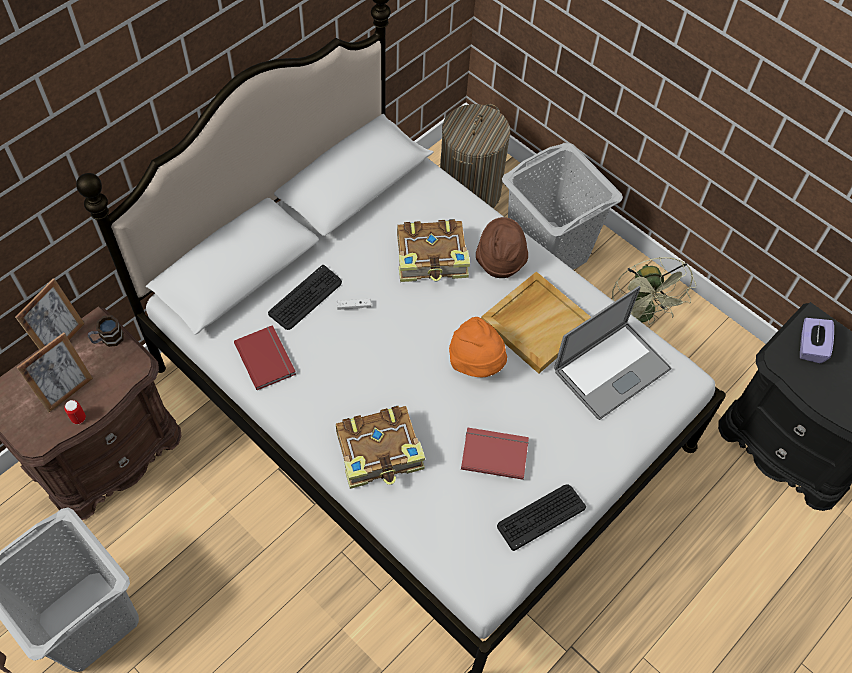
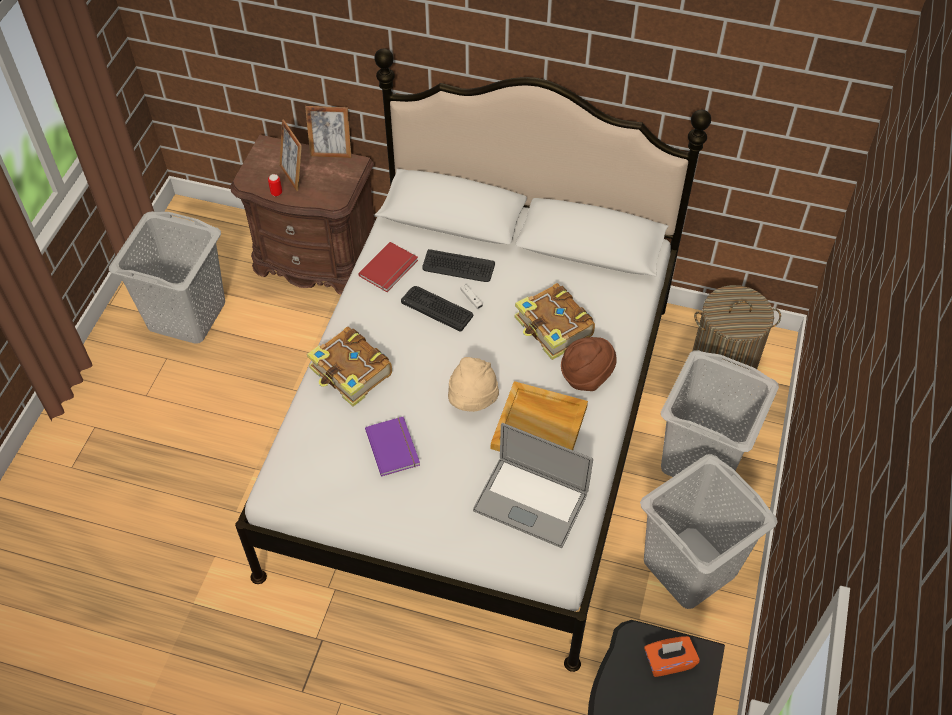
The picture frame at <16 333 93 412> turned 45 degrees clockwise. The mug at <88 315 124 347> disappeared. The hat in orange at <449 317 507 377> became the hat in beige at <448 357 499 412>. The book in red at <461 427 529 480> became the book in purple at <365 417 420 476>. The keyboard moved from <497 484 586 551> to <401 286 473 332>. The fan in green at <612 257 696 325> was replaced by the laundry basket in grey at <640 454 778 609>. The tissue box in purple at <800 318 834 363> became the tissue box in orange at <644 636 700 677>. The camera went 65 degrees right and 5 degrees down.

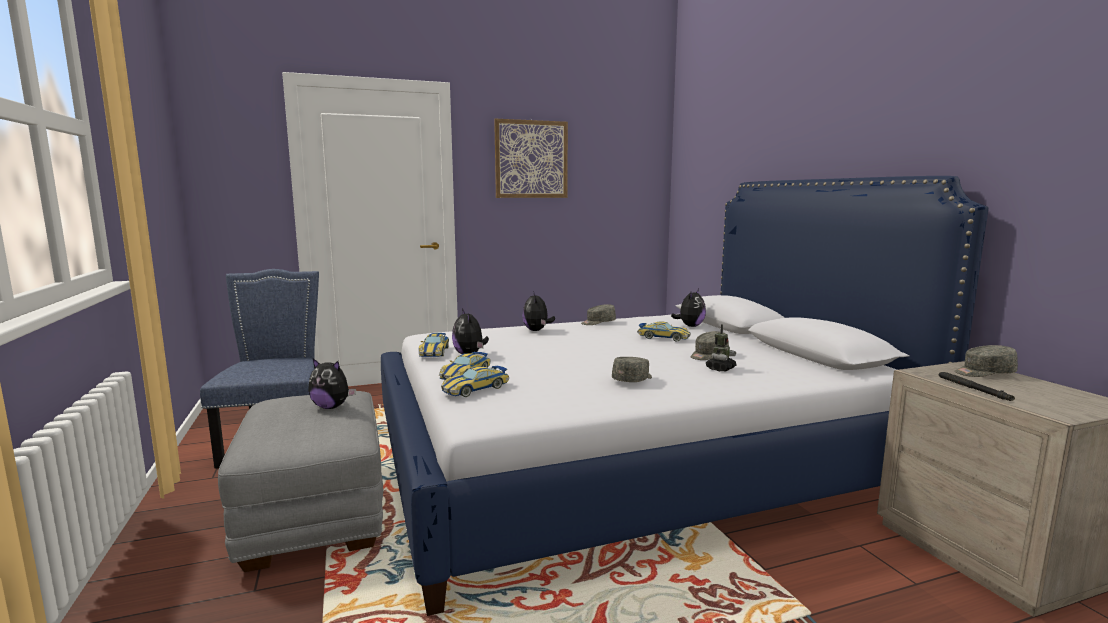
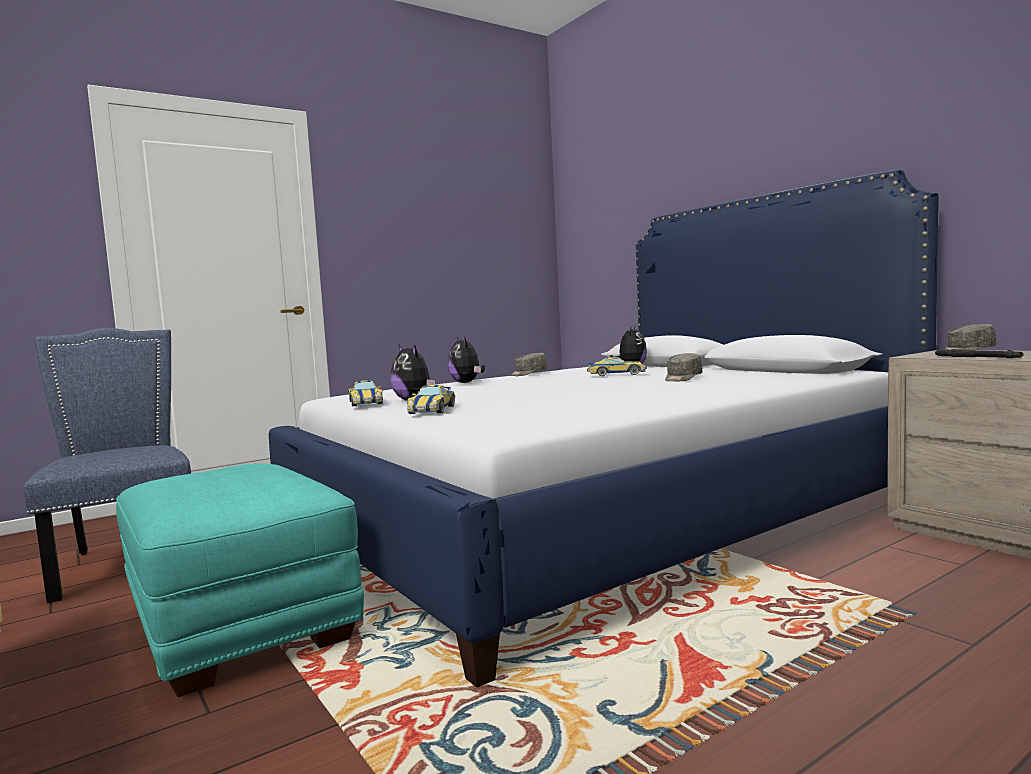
The ottoman in grey at <218 391 384 572> became the ottoman in turquoise at <116 464 364 697>. The plush toy at <308 359 356 409> disappeared. The toy car at <441 366 509 397> disappeared. The picture at <494 118 568 198> disappeared. The cap in grey at <612 357 652 382> disappeared. The toy robot at <706 324 737 372> disappeared. The camera went 15 degrees left and 5 degrees down.

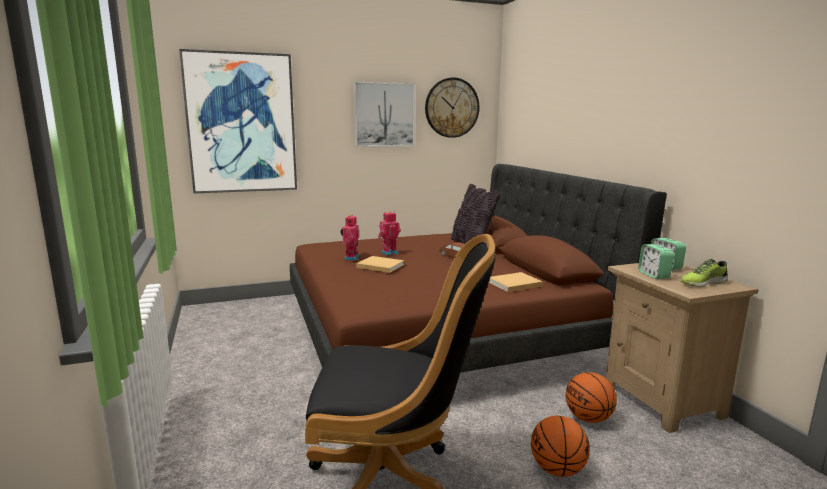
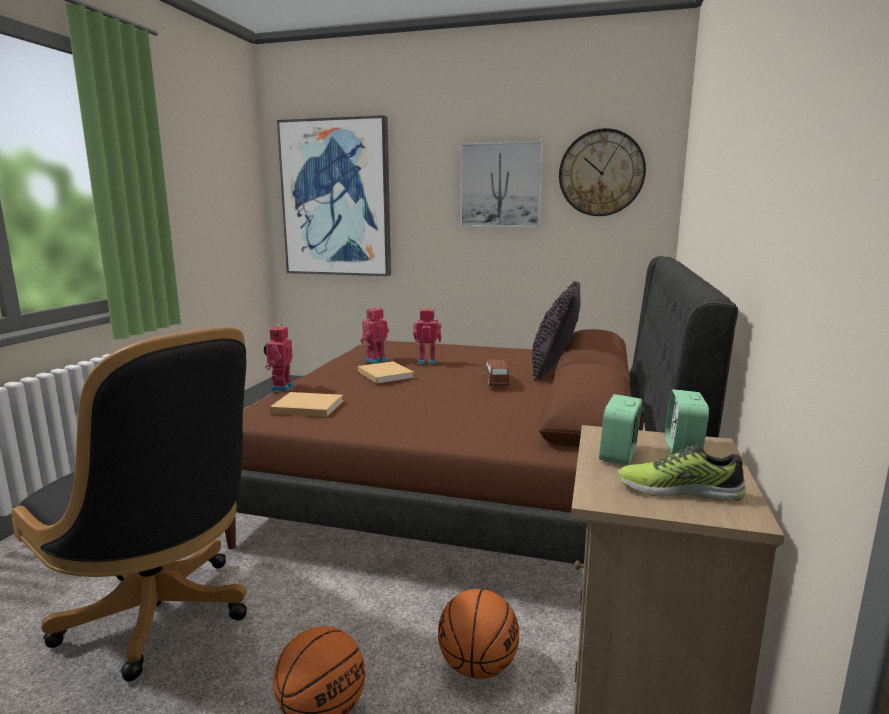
The book in beige moved from <489 272 543 292> to <270 392 343 417>. The toy robot at <264 324 295 391> appeared. The camera went 35 degrees right and 0 degrees up.

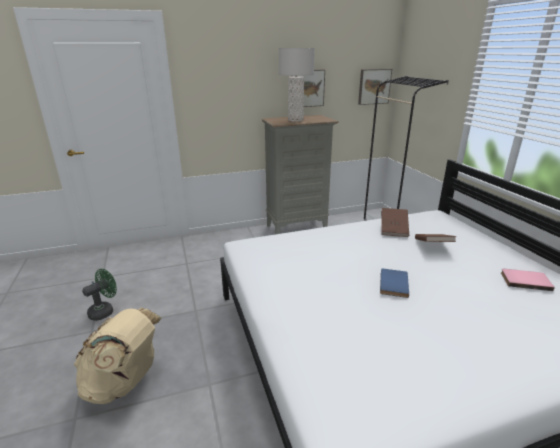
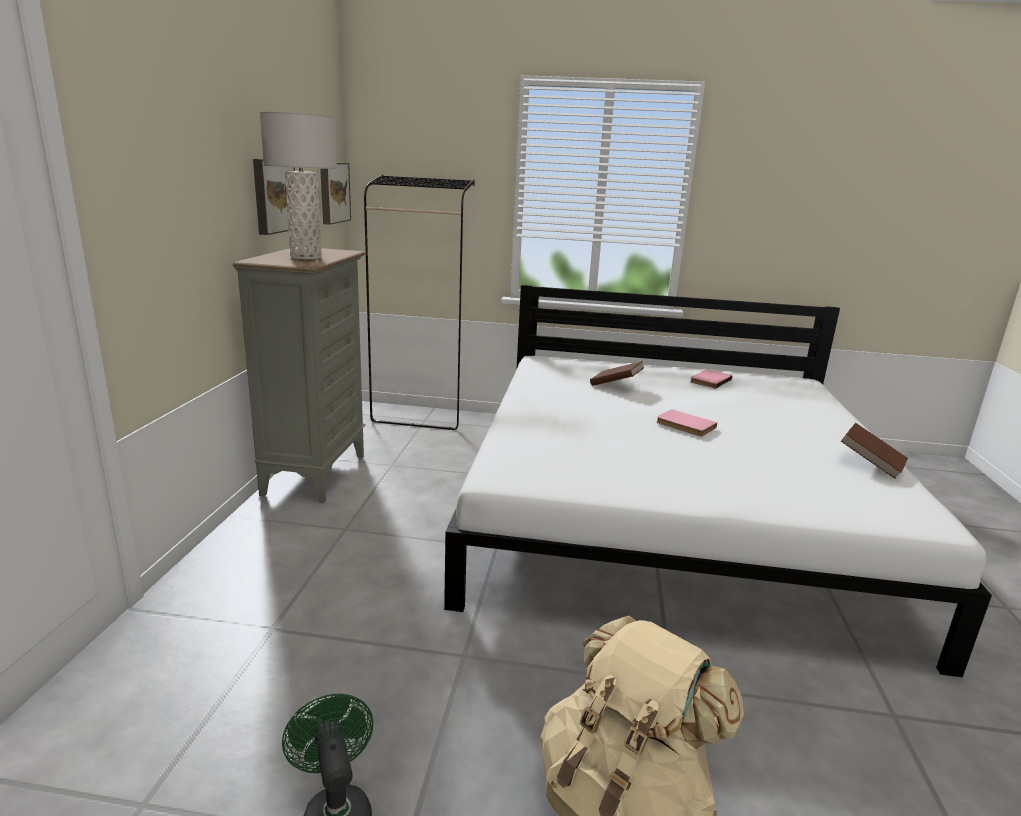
The book in blue at <380 269 409 298> became the book in pink at <656 409 717 437>. The book in brown moved from <381 208 409 237> to <841 423 908 479>. The camera went 65 degrees left and 5 degrees down.

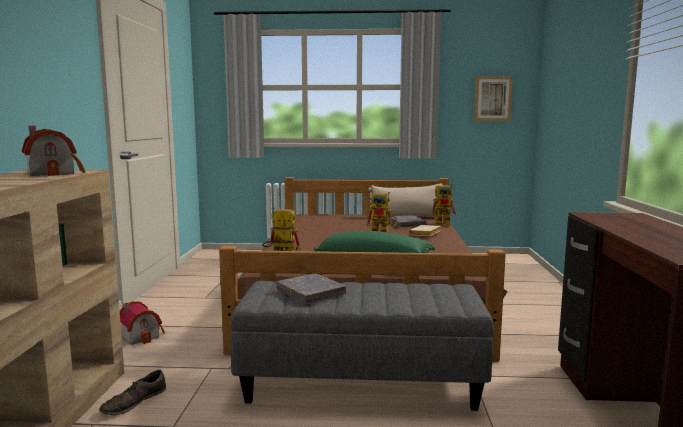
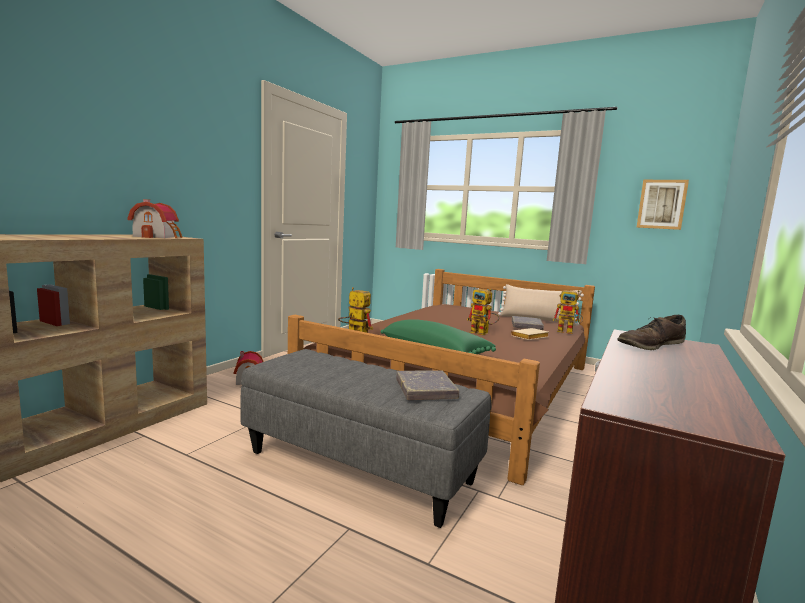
The shoe in brown moved from <99 370 166 415> to <617 315 686 350>. The book in grey moved from <276 273 346 304> to <396 370 460 400>. The camera went 25 degrees right and 0 degrees up.

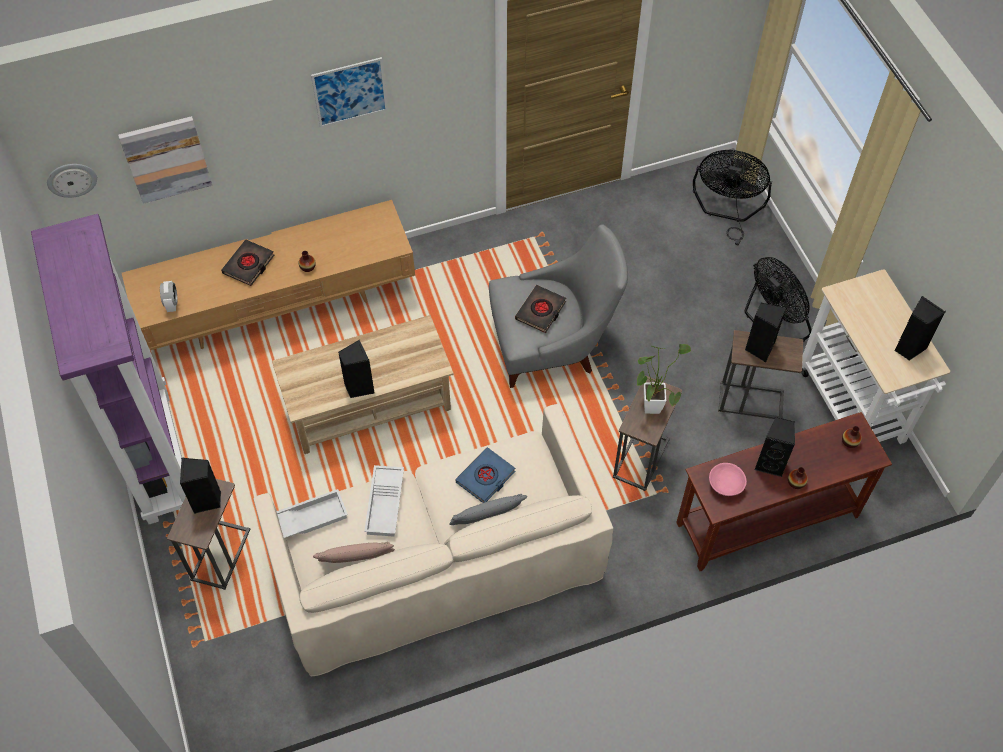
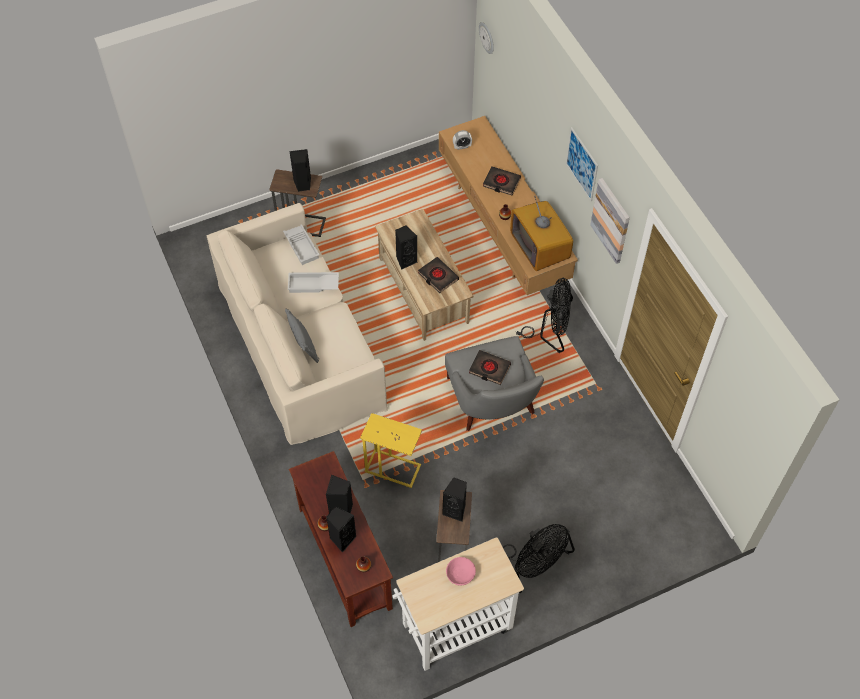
The bookcase in purple at <31 214 186 524> disappeared. The picture moved from <118 116 212 204> to <590 178 630 264>. The pillow in beige at <313 542 395 563> disappeared. The book in blue at <456 447 515 503> disappeared. The side table in brown at <613 376 682 491> became the side table in yellow at <360 413 422 488>. The potted plant at <636 344 691 414> disappeared. The fan in black moved from <693 150 772 245> to <515 278 573 353>. The bowl in pink moved from <709 463 747 496> to <446 557 476 585>. The speaker in black moved from <894 296 945 361> to <326 507 357 553>. The book in black at <418 257 459 293> appeared. The television at <510 196 573 271> appeared. The camera went 85 degrees right and 0 degrees up.

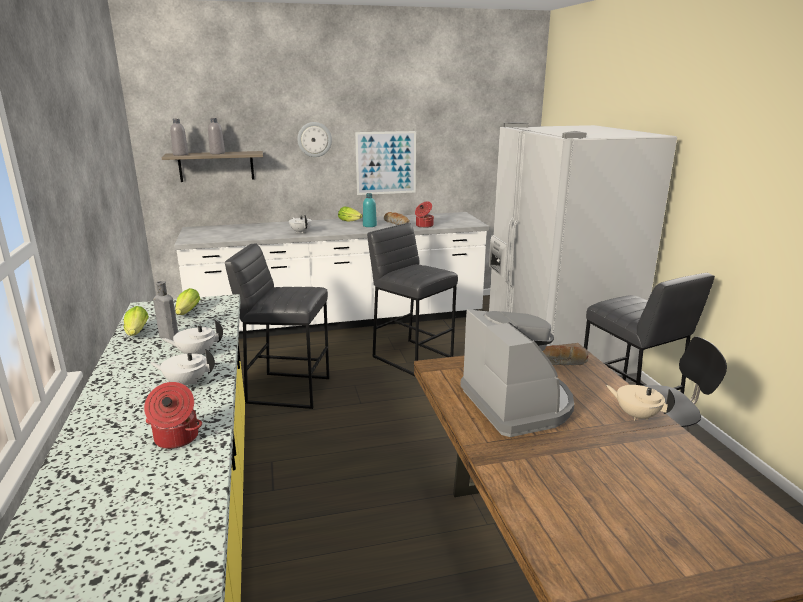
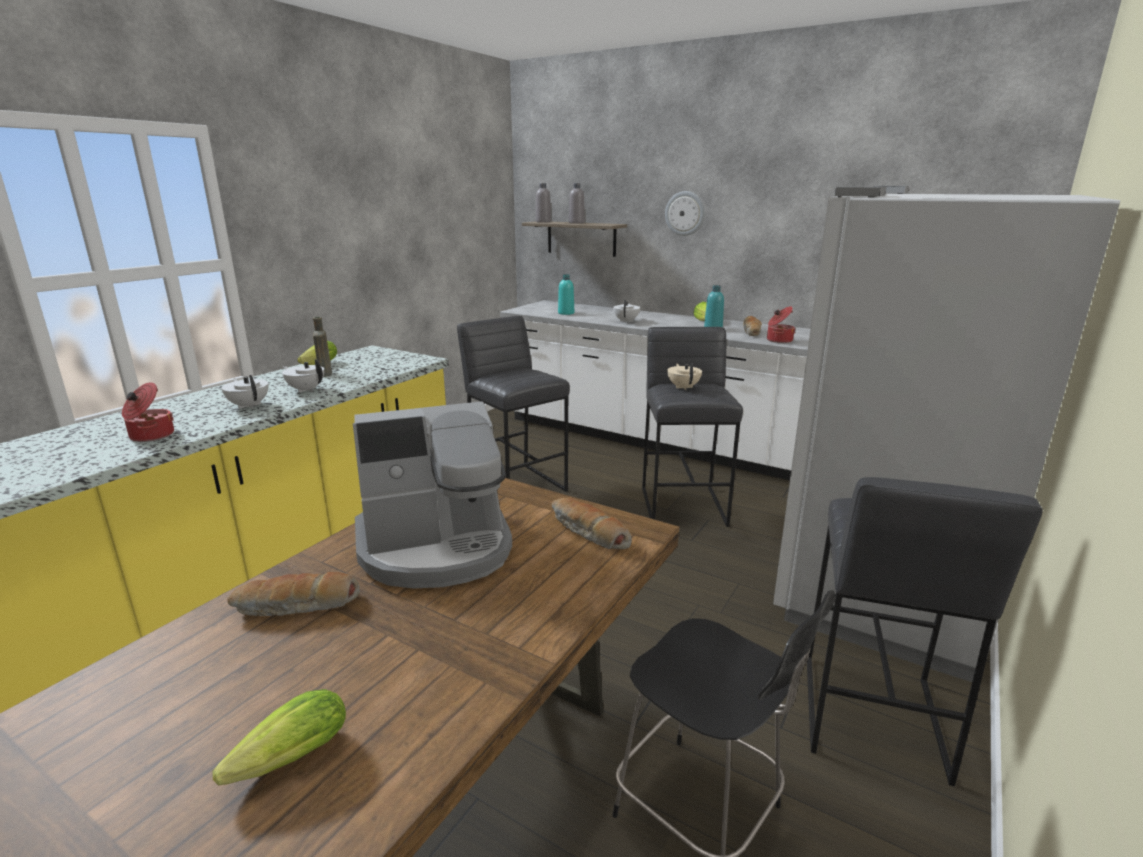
The bottle in grey at <153 281 178 340> became the bottle in brown at <312 317 332 377>. The lettuce moved from <175 288 200 315> to <213 689 346 786>. The picture at <355 131 416 195> disappeared. The coffee machine at <460 309 574 437> turned 45 degrees clockwise. The teapot in beige moved from <606 385 675 421> to <667 363 702 390>. The bread at <227 572 360 616> appeared. The bottle in turquoise at <558 274 574 315> appeared. The camera went 45 degrees right and 0 degrees up.

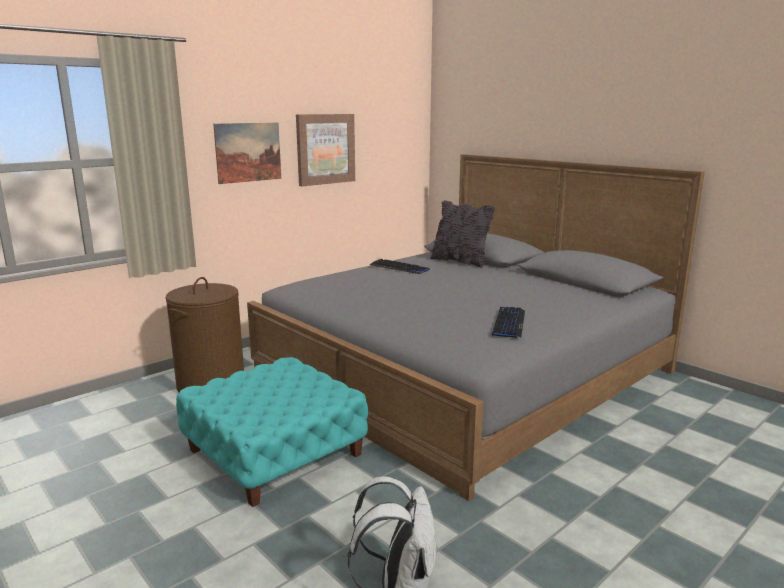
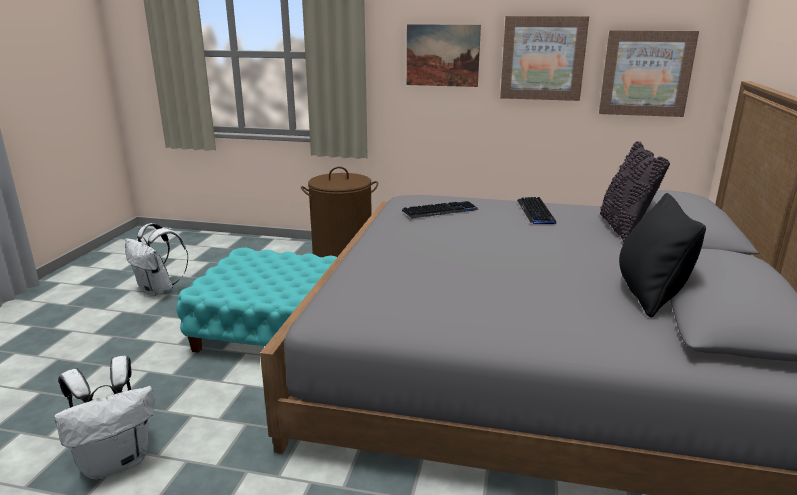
The keyboard moved from <492 307 525 338> to <402 201 479 218>. The backpack in white at <125 223 189 296> appeared. The picture at <599 30 699 117> appeared. The pillow in black at <619 193 706 317> appeared. The camera went 55 degrees right and 5 degrees up.

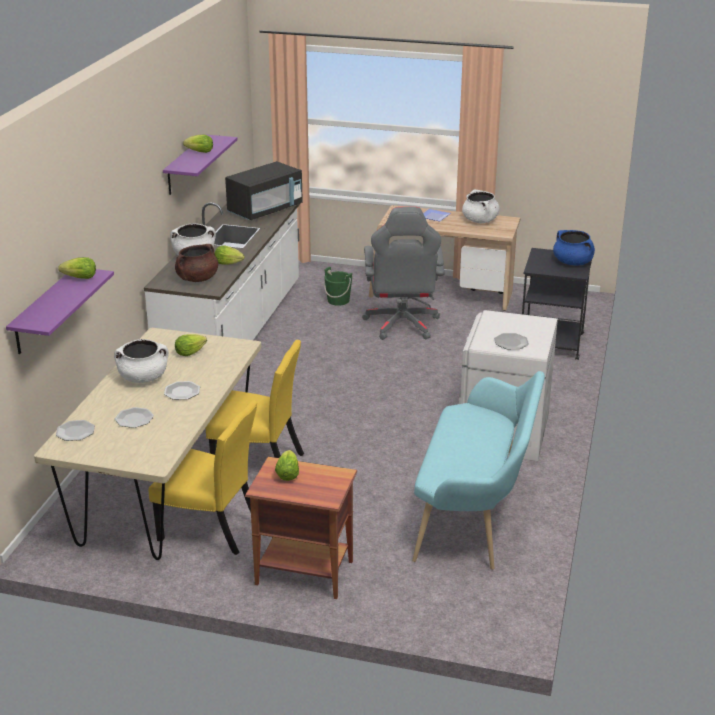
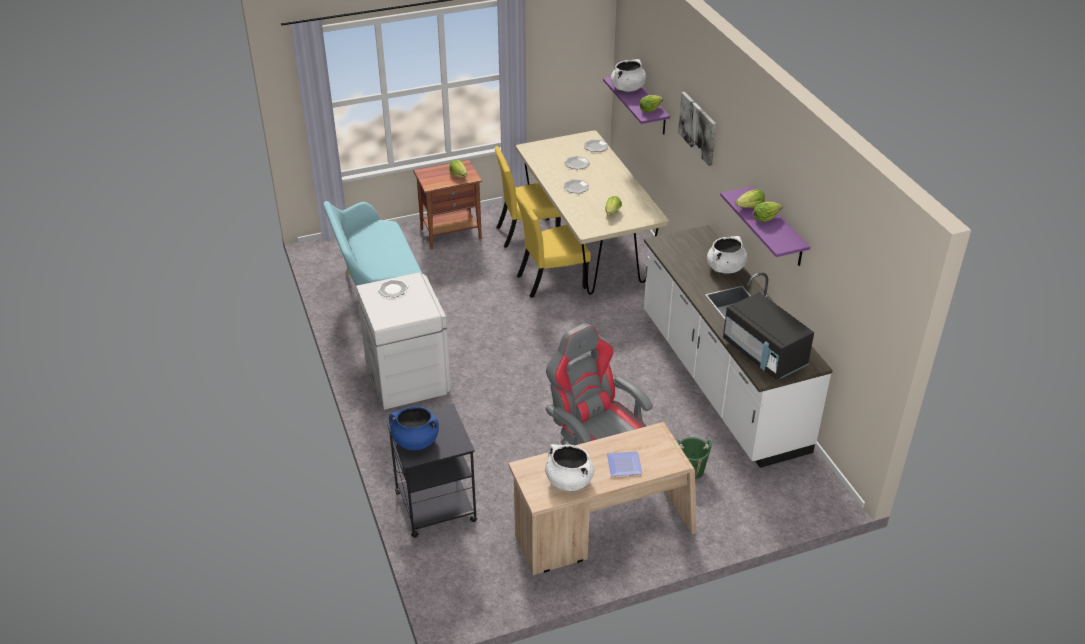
The cooking pot in white moved from <114 339 169 383> to <611 59 646 92>. The cooking pot in brown at <175 244 218 282> disappeared. The lettuce moved from <215 245 245 265> to <735 189 765 208>. The microwave in black at <225 161 303 220> turned 45 degrees counterclockwise. The picture at <678 92 716 166> appeared. The camera went 145 degrees right and 10 degrees up.

